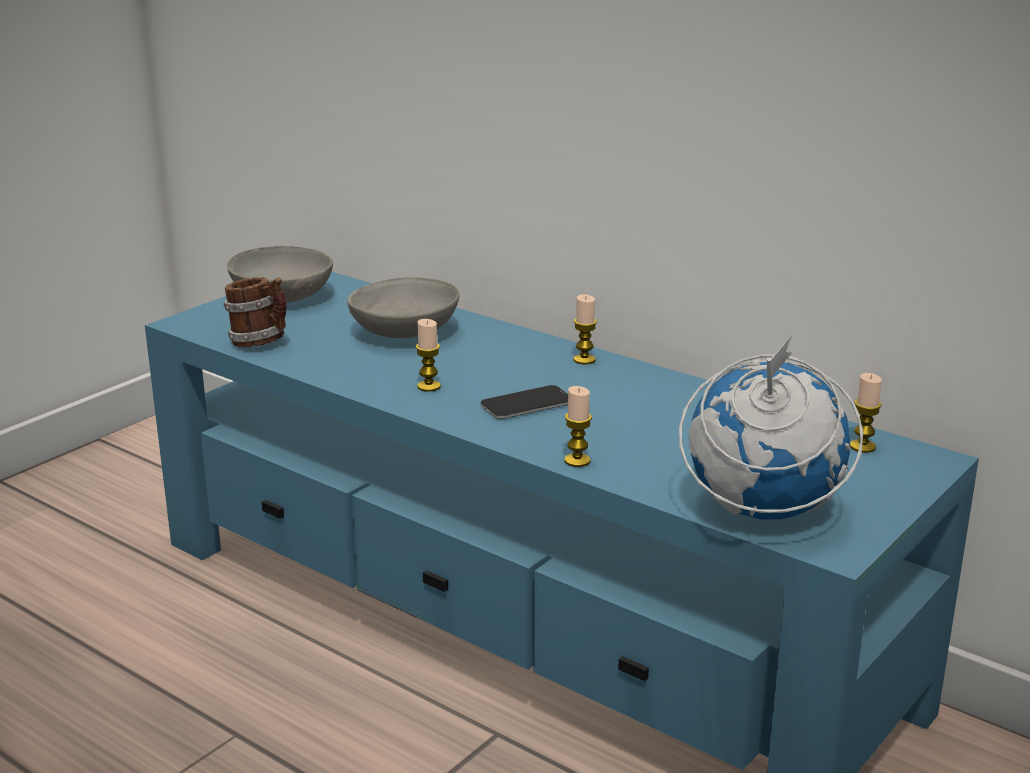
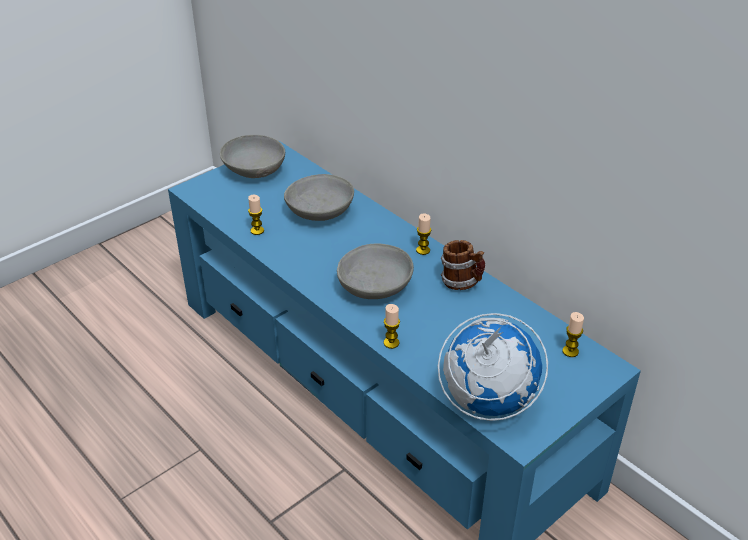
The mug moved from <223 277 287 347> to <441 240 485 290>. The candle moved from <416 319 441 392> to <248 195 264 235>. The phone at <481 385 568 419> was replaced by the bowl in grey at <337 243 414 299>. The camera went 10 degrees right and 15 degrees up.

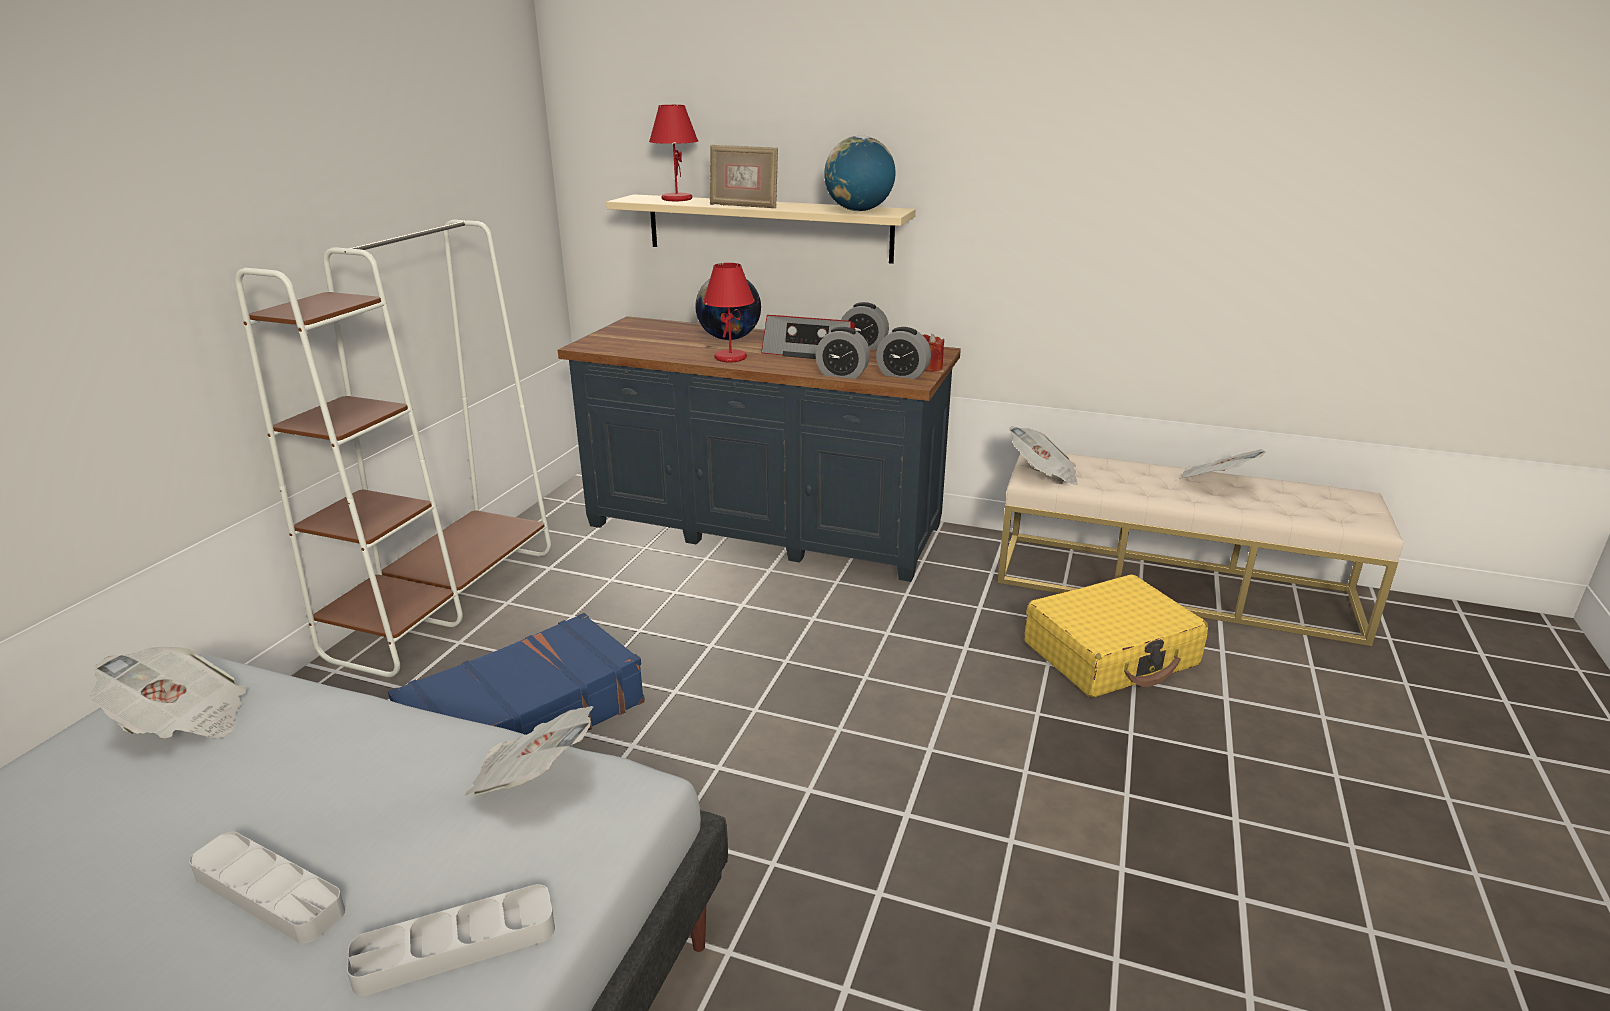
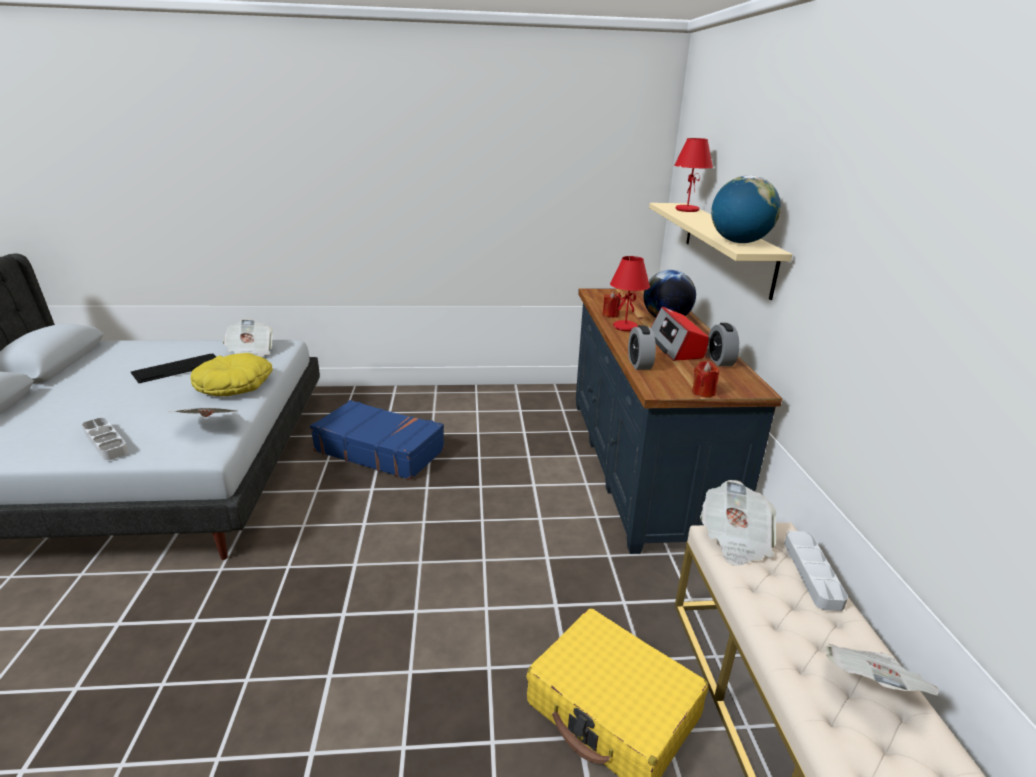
The tray in grey moved from <189 832 345 944> to <784 531 848 611>. The clothes rack in brown at <235 220 551 677> disappeared. The picture frame at <710 145 778 208> disappeared. The alarm clock at <876 327 931 379> disappeared. The keyboard at <131 353 216 383> appeared. The pillow in yellow at <190 353 273 396> appeared. The candle in red at <603 291 621 318> appeared. The camera went 65 degrees right and 0 degrees up.

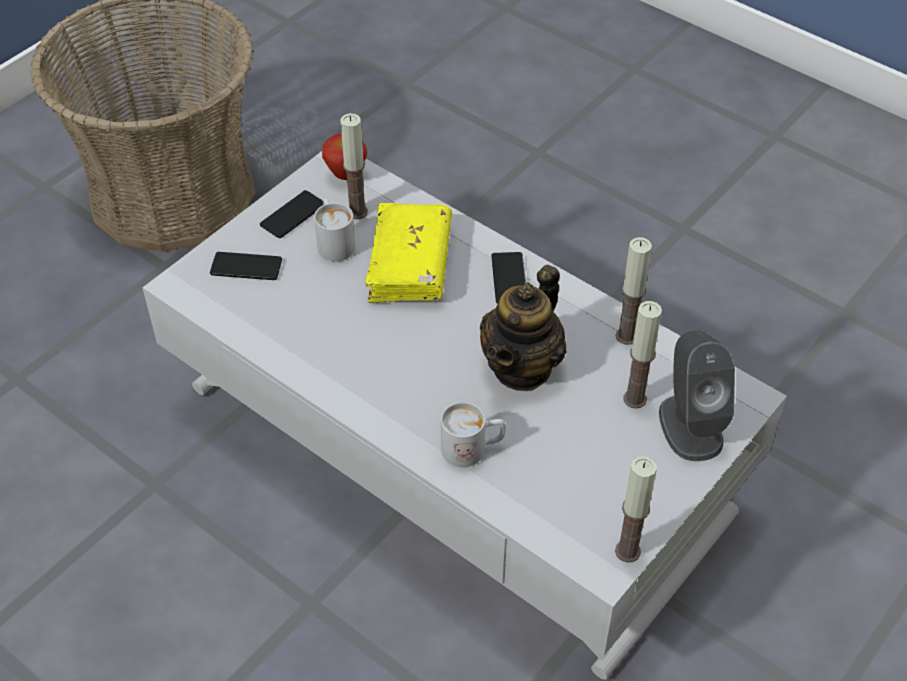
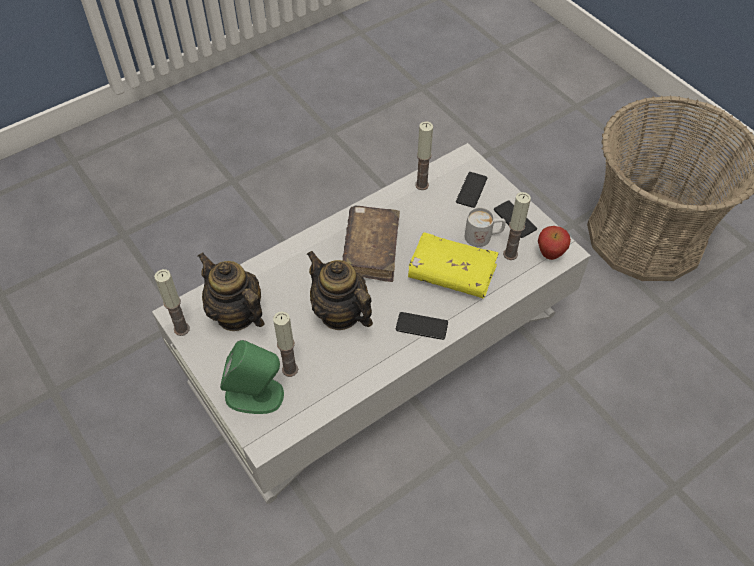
The mug in white at <441 402 506 467> disappeared. The candle moved from <616 237 652 345> to <415 122 433 190>. The speaker in grey at <659 331 735 461> became the speaker in green at <220 340 284 414>. The teapot at <198 253 265 331> appeared. The book in brown at <343 206 400 282> appeared. The camera went 105 degrees right and 5 degrees up.

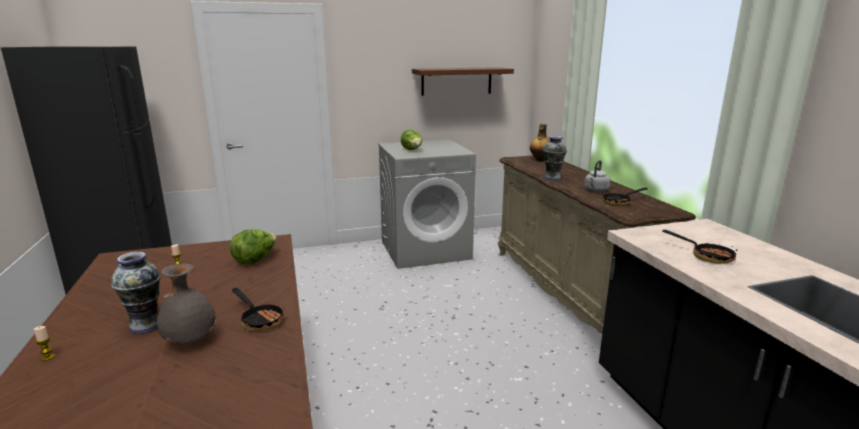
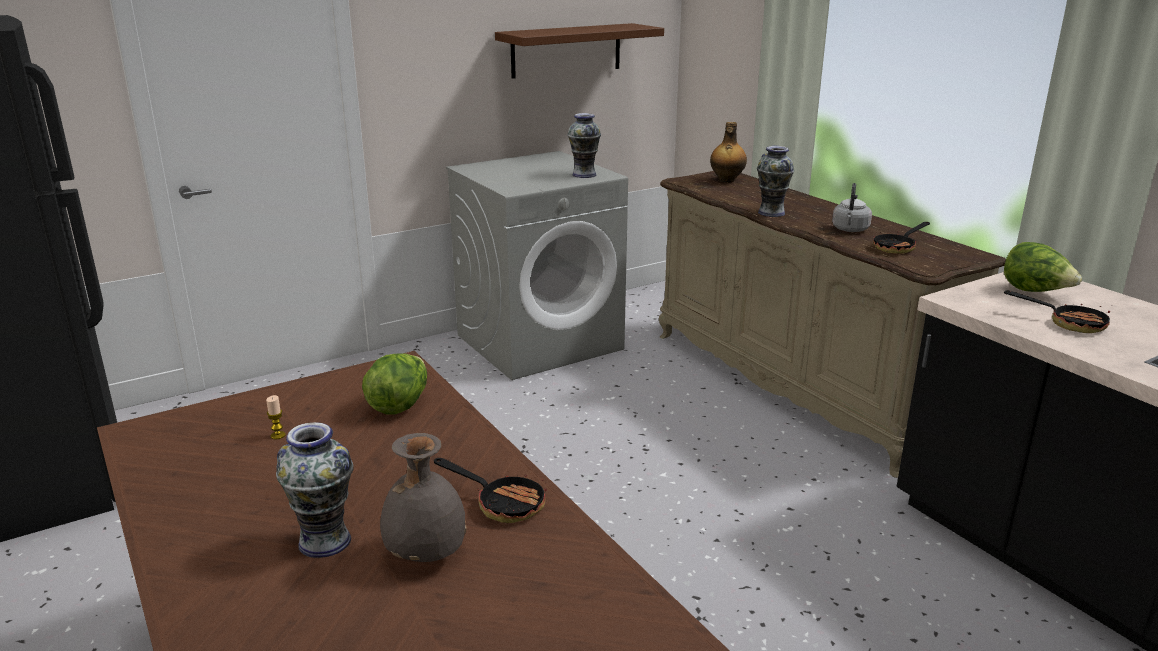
The candle at <33 326 55 361> disappeared. The lettuce moved from <401 130 422 150> to <1004 242 1082 292>. The vase at <567 113 601 178> appeared. The camera went 15 degrees left and 5 degrees up.

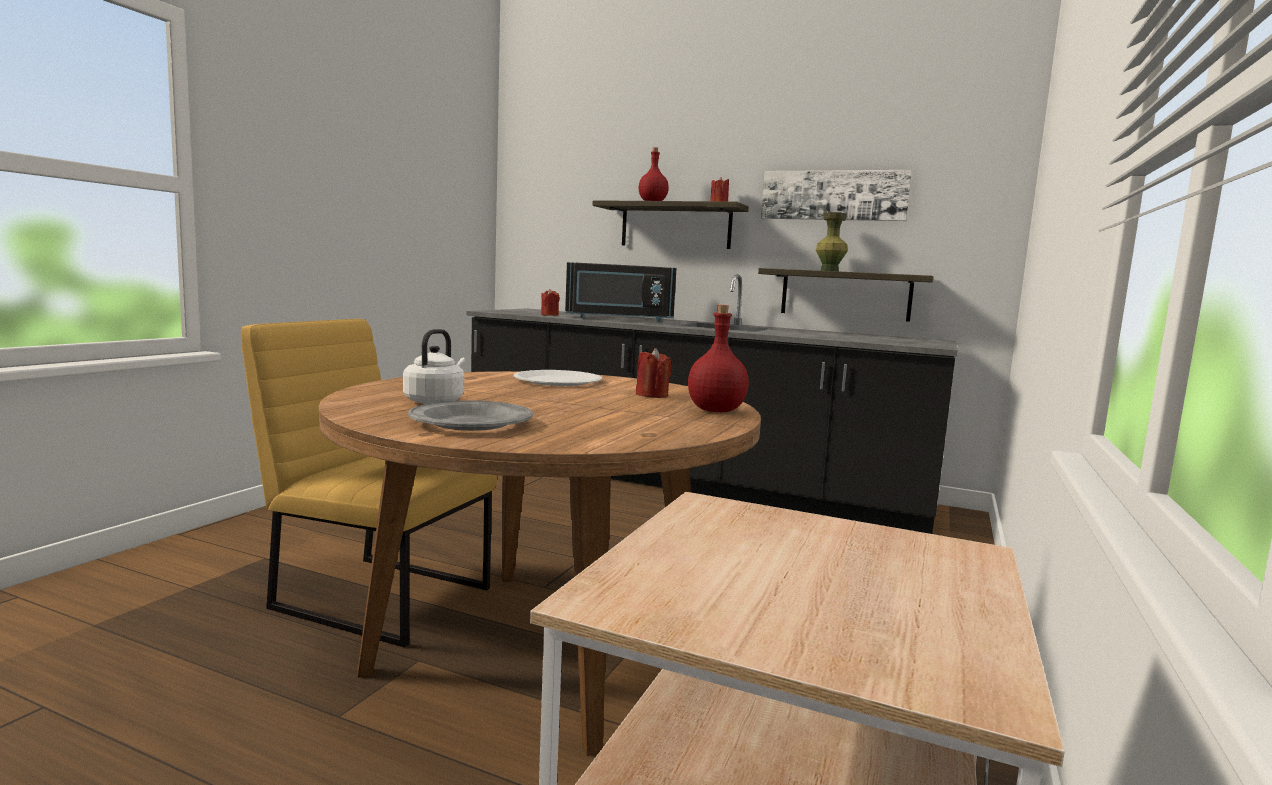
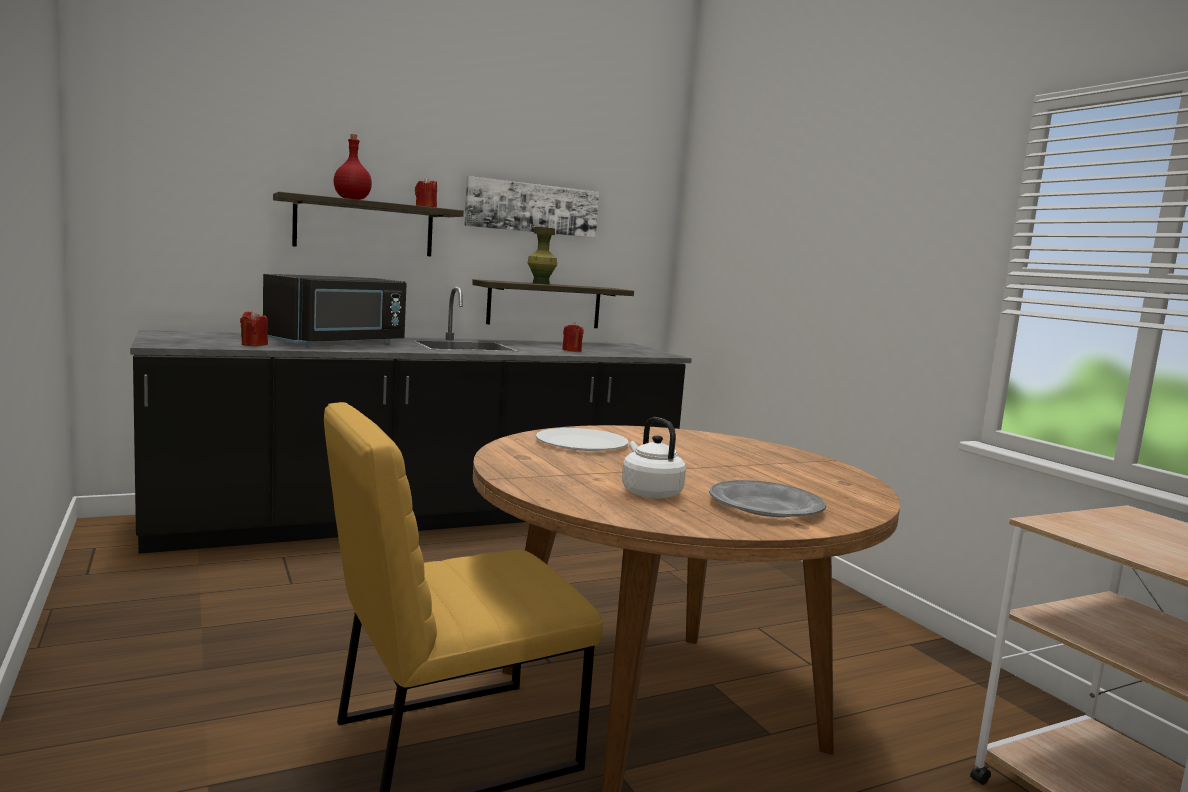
The candle in red moved from <636 348 672 398> to <562 322 584 352>. The bottle in red at <688 305 749 412> disappeared. The camera went 50 degrees left and 0 degrees up.

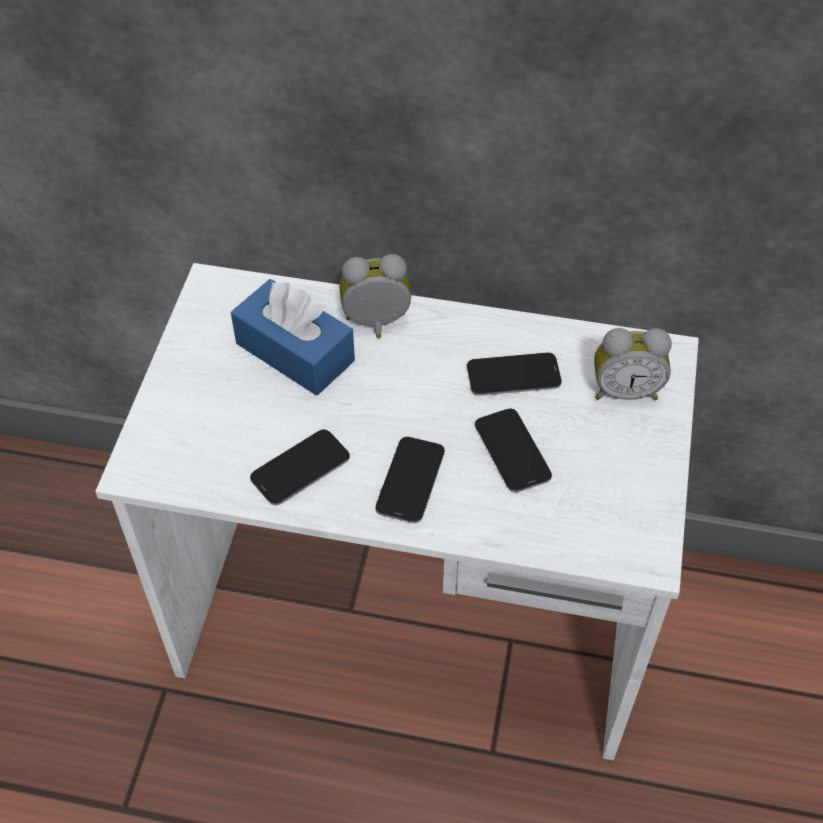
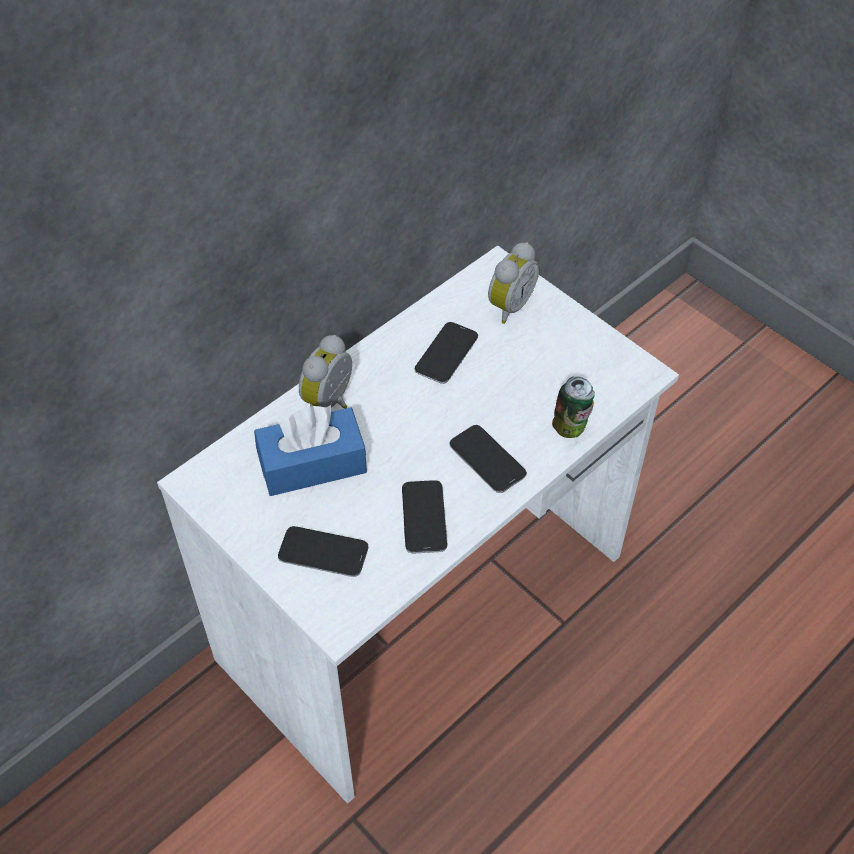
The phone moved from <475 409 552 492> to <278 526 368 577>. The can at <552 377 595 438> appeared. The camera went 55 degrees left and 0 degrees up.

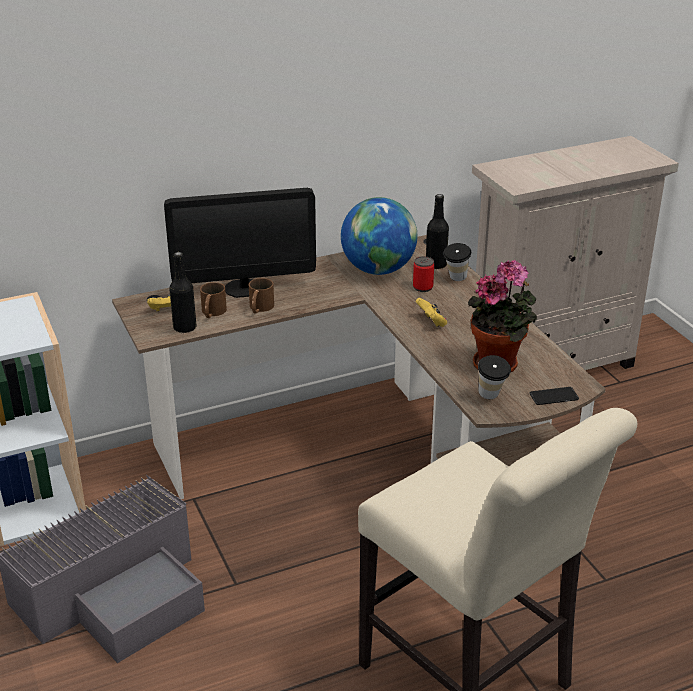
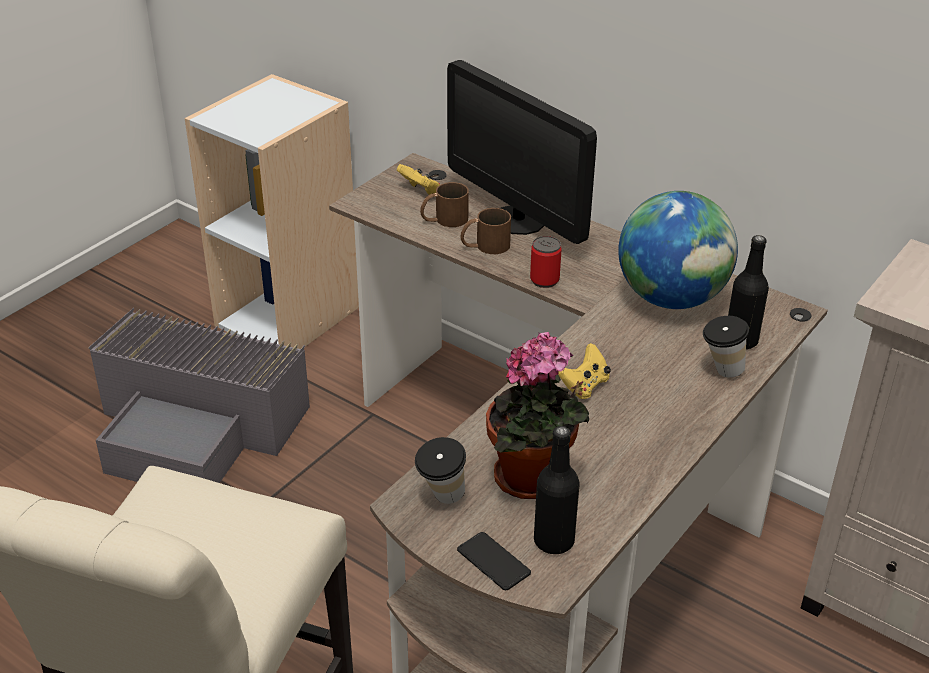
The bottle in black moved from <169 252 196 333> to <534 426 580 554>. The can moved from <413 256 434 292> to <530 236 562 288>. The camera went 60 degrees right and 5 degrees up.

